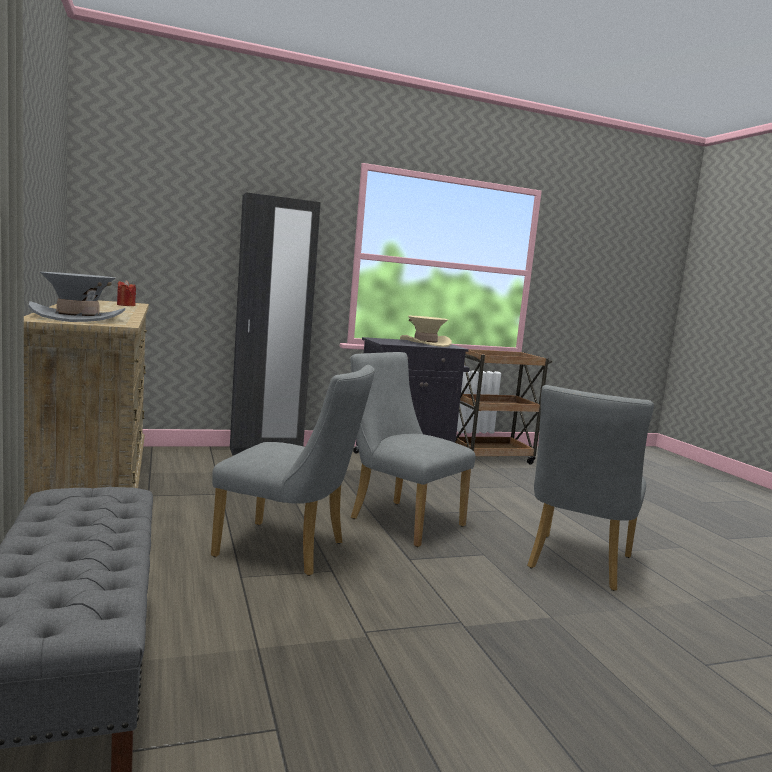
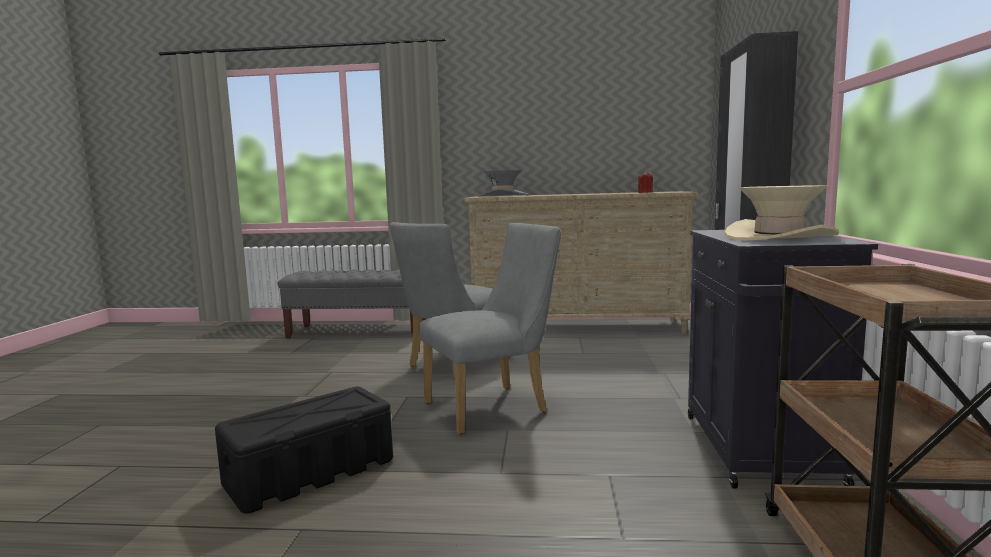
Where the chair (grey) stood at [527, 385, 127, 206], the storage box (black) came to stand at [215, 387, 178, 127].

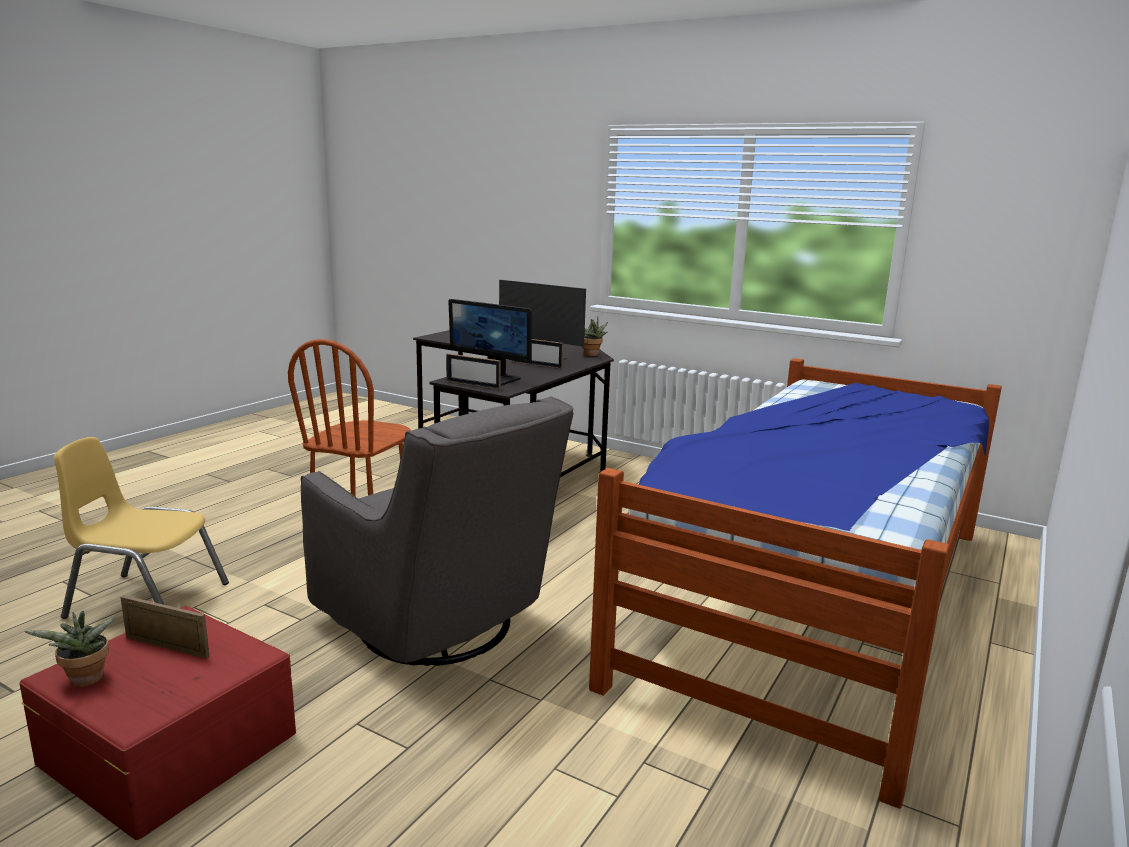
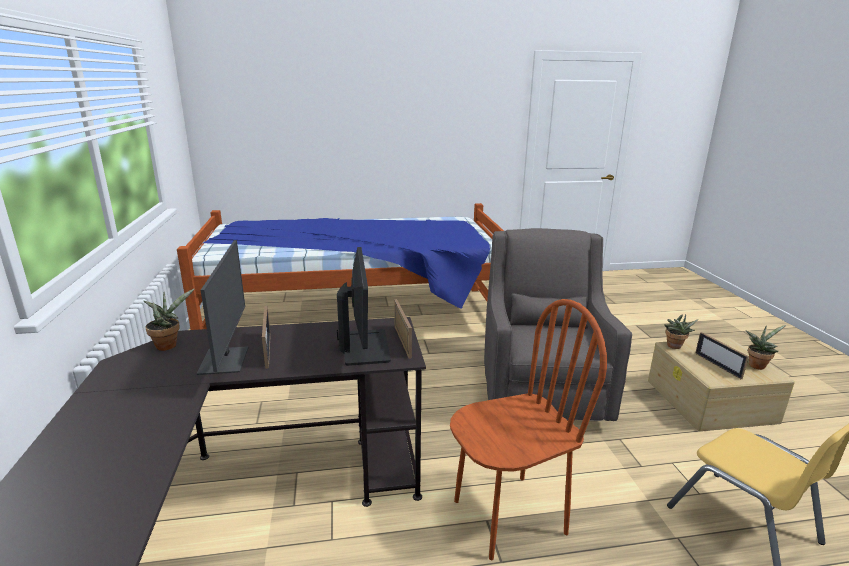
What was the storage box (red) at [19, 606, 277, 234] turned into the storage box (beige) at [648, 338, 147, 93]. The second view gained the potted plant at [664, 314, 34, 35].

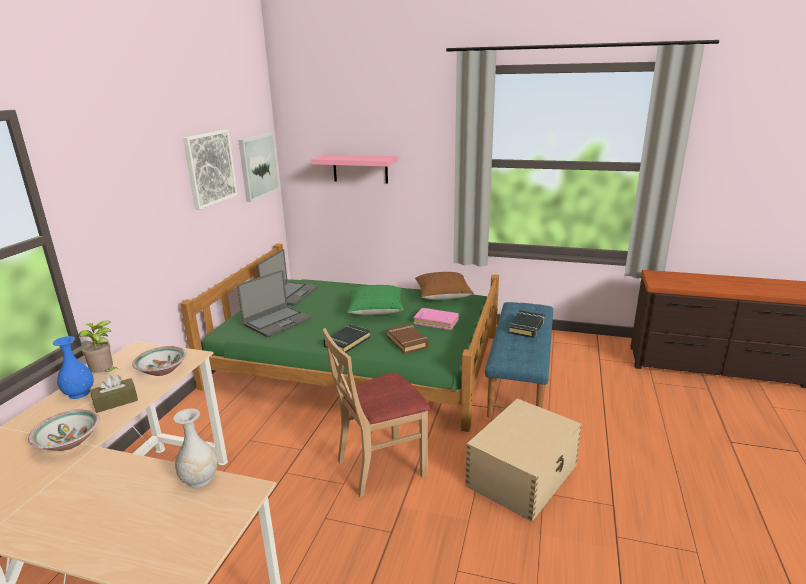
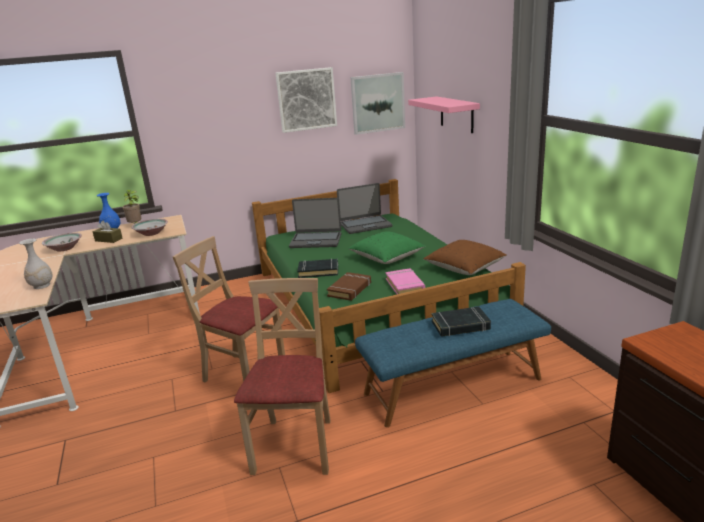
Where the storage box (beige) stood at [465, 399, 117, 123], the chair (beige) came to stand at [234, 278, 97, 197].

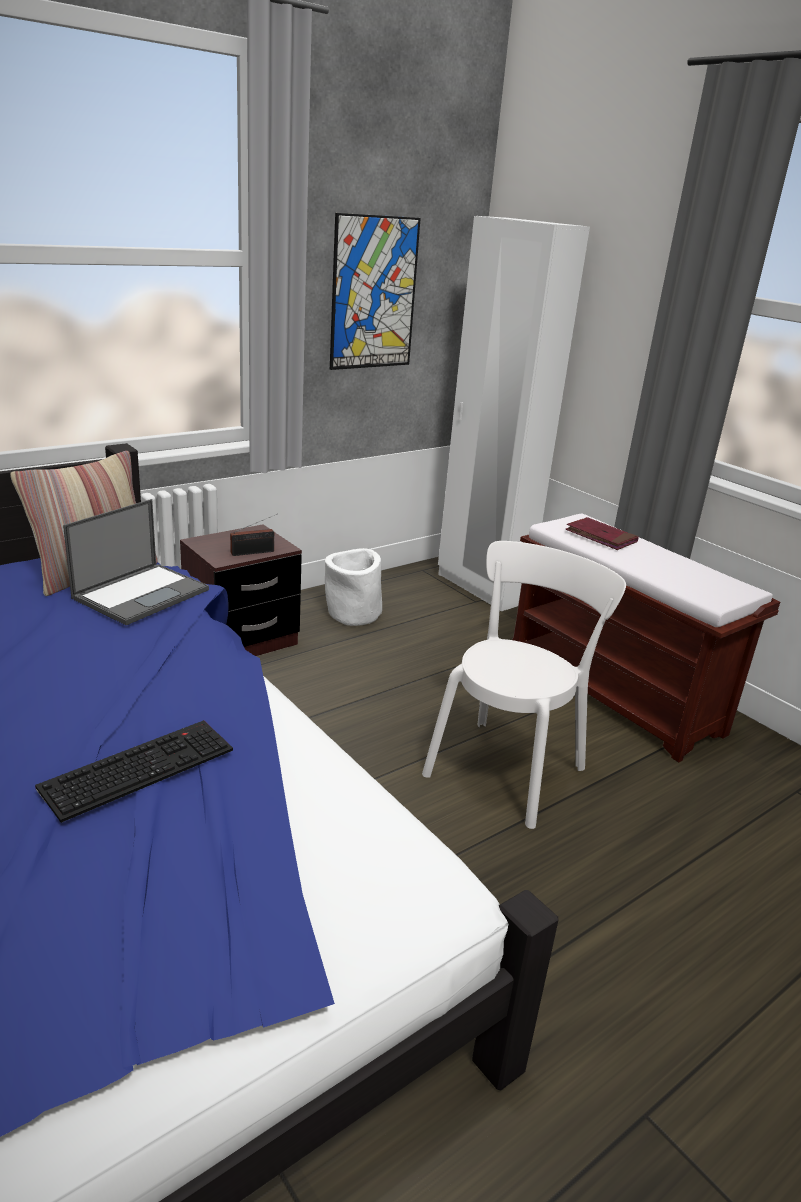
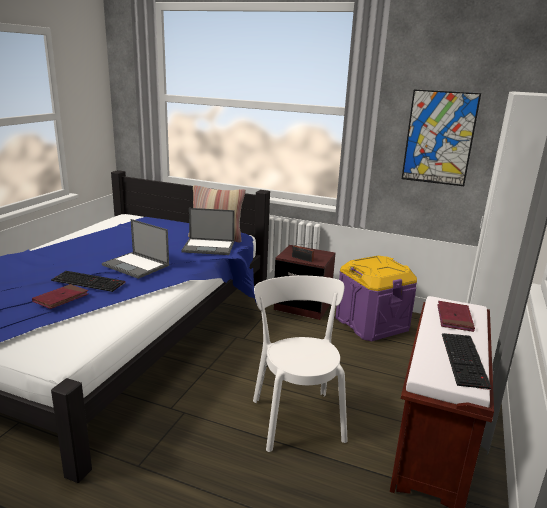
The chair (white) at [422, 541, 204, 288] ended up facing another way, 105 degrees counterclockwise from before. Where the planter (white) stood at [325, 548, 57, 78], the storage box (purple) came to stand at [336, 256, 81, 85]. The second view gained the laptop at [102, 219, 67, 60]. The second view gained the book (red) at [32, 284, 56, 25]. The second view gained the keyboard at [442, 333, 50, 57].

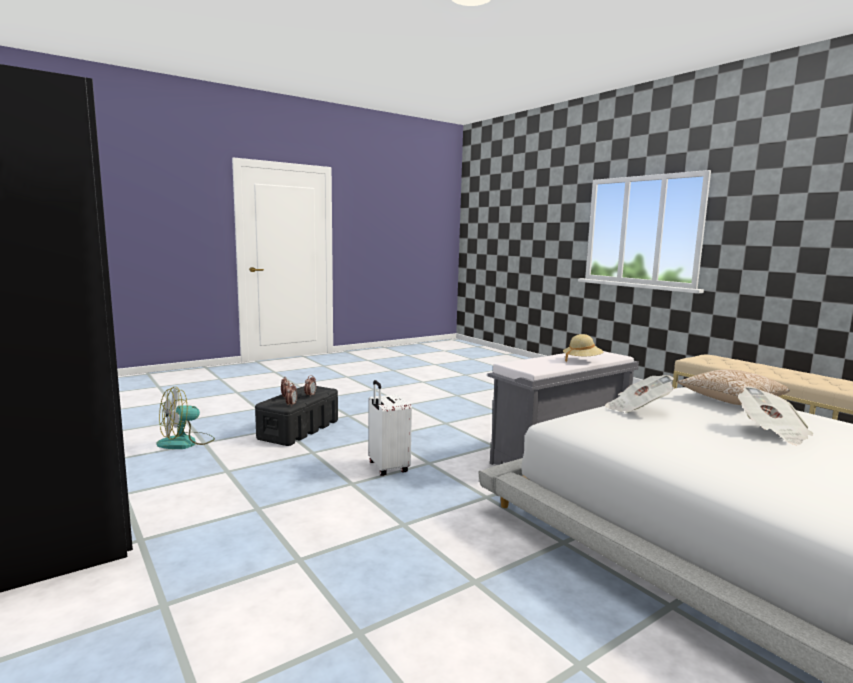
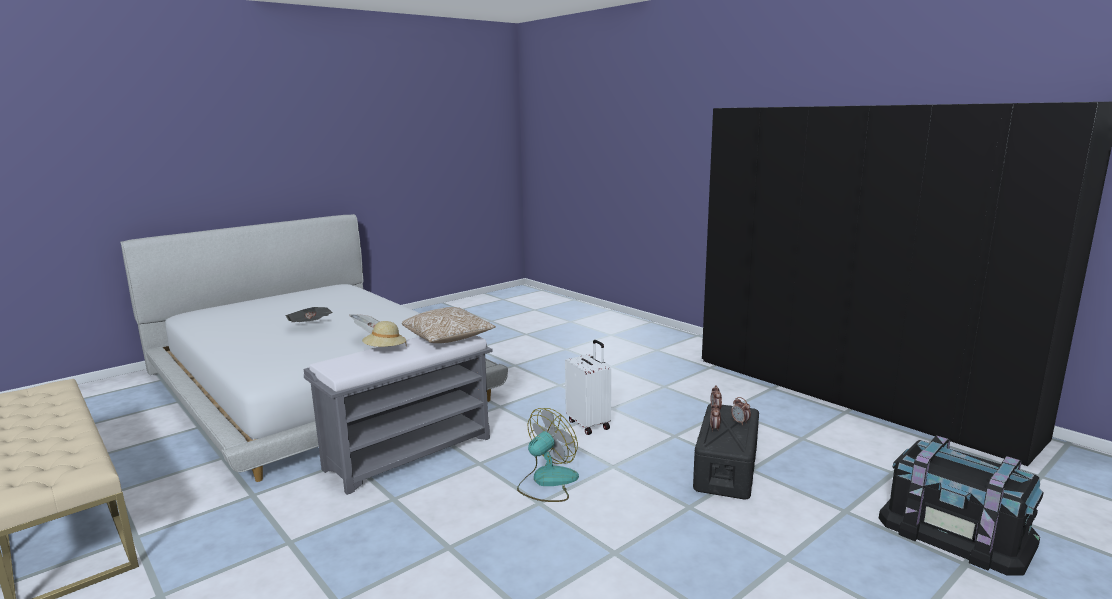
The pillow ended up elsewhere, having gone from [677, 369, 112, 36] to [402, 307, 94, 36]. The fan ended up elsewhere, having gone from [156, 387, 59, 62] to [517, 408, 62, 94]. The second view gained the storage box (black) at [879, 436, 164, 140].

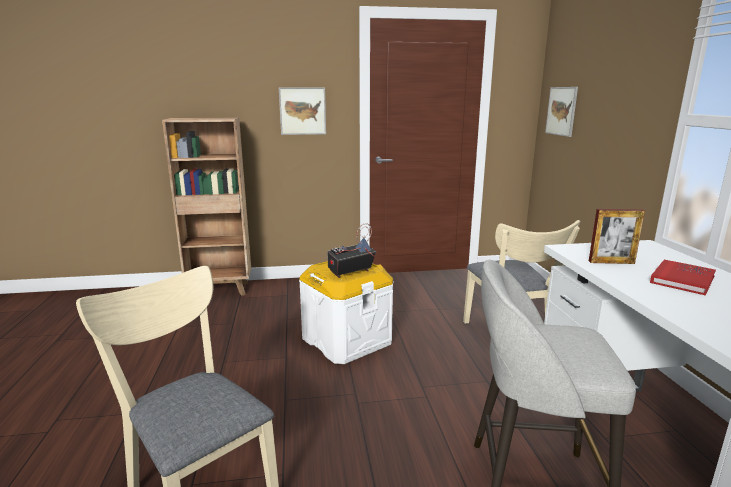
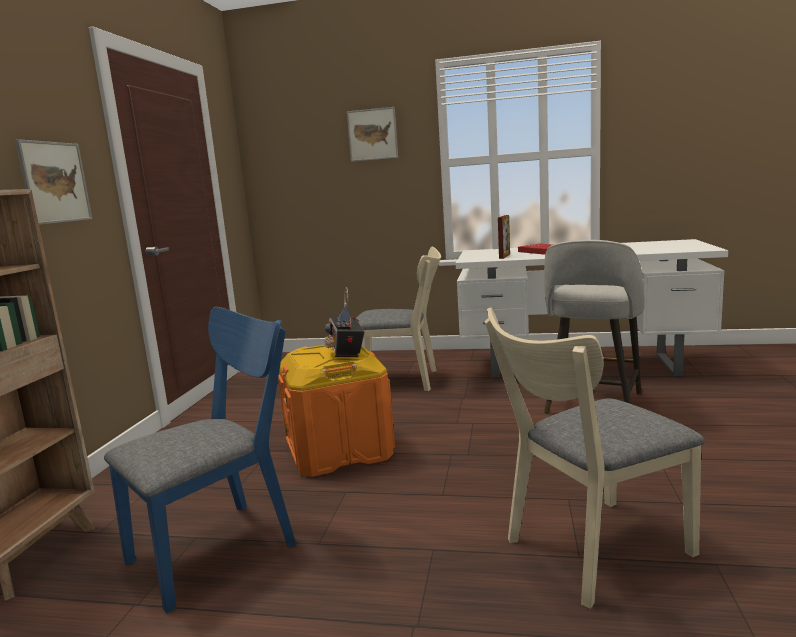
The picture ended up elsewhere, having gone from [545, 87, 33, 50] to [347, 107, 51, 55]. What was the storage box (white) at [299, 261, 95, 103] turned into the storage box (orange) at [278, 345, 117, 132]. The second view gained the chair (blue) at [104, 307, 192, 306].

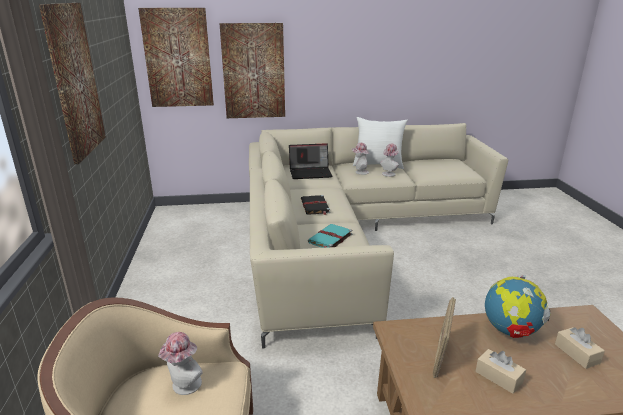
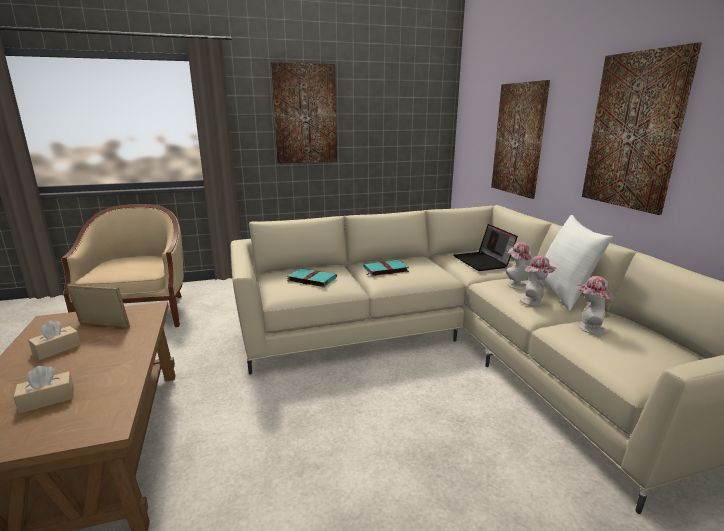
The picture ended up elsewhere, having gone from [138, 8, 76, 99] to [582, 42, 120, 173]. What was the book (black) at [301, 195, 29, 20] turned into the book (turquoise) at [363, 260, 46, 16]. The second view lost the globe at [485, 275, 66, 63]. The hat ended up elsewhere, having gone from [158, 332, 44, 63] to [577, 276, 36, 59].

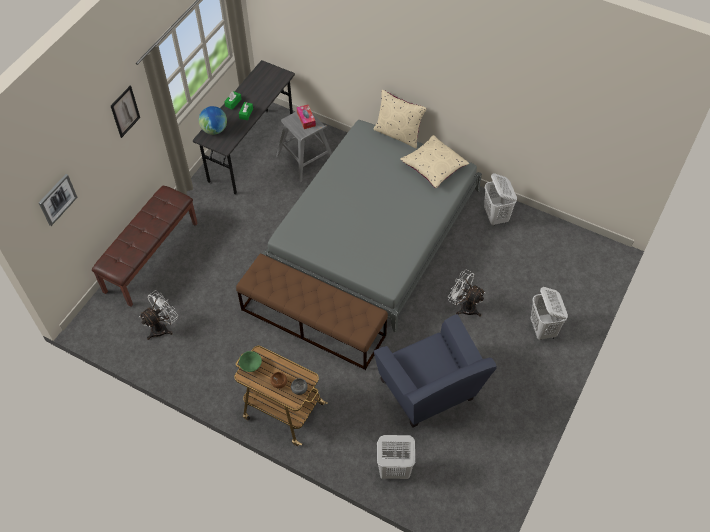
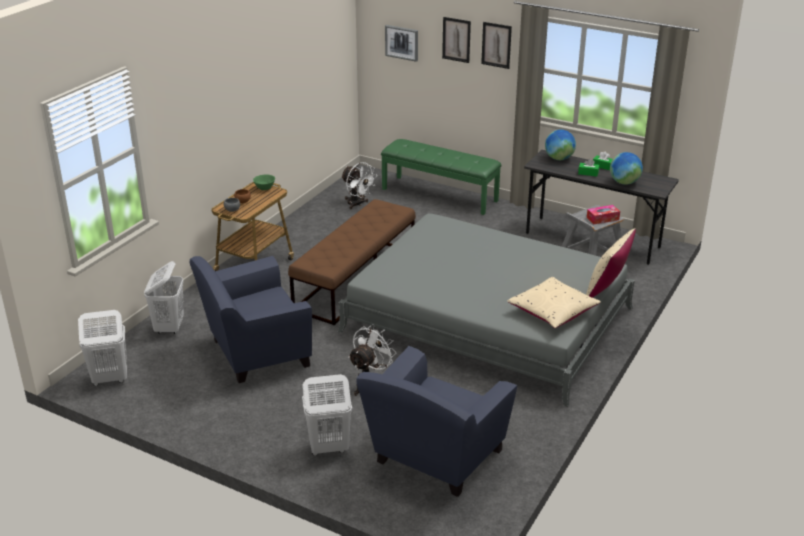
The laundry basket (white) ended up elsewhere, having gone from [484, 173, 33, 53] to [78, 310, 49, 76]. What was the bench (brown) at [92, 186, 106, 121] turned into the bench (green) at [381, 139, 121, 76]. The second view gained the picture at [442, 17, 29, 46]. The second view gained the globe at [610, 152, 33, 33]. The second view gained the armchair (blue) at [356, 346, 161, 151].

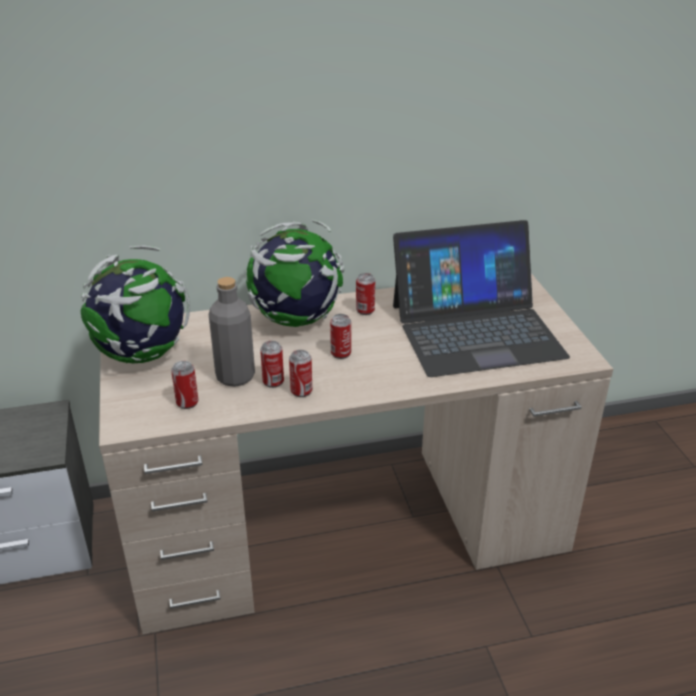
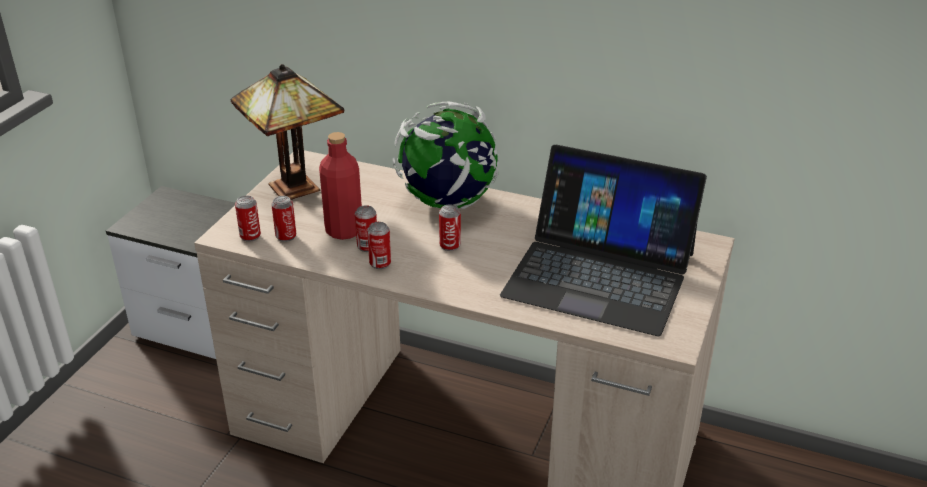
Where the globe stood at [81, 246, 109, 117], the table lamp came to stand at [231, 64, 113, 136]. The can ended up elsewhere, having gone from [356, 273, 19, 42] to [235, 195, 26, 47]. What was the bottle (grey) at [208, 277, 47, 110] turned into the bottle (red) at [319, 132, 43, 108].

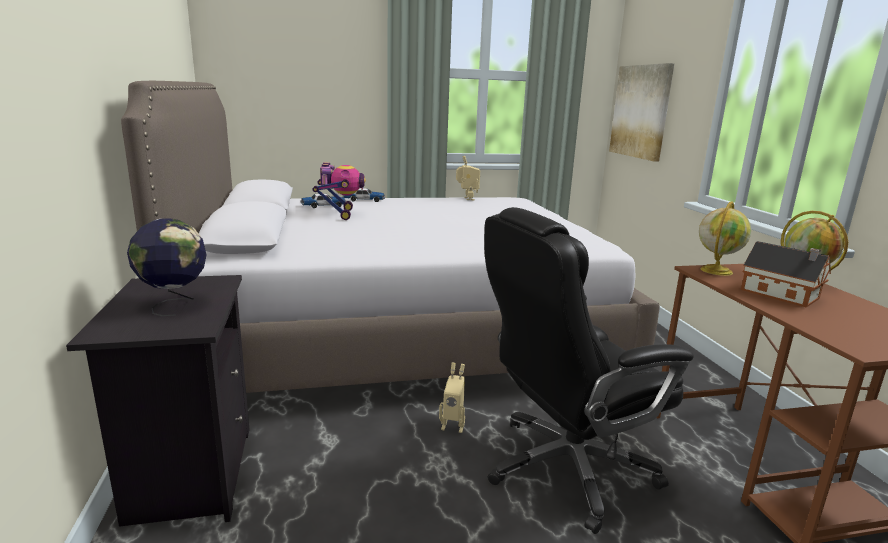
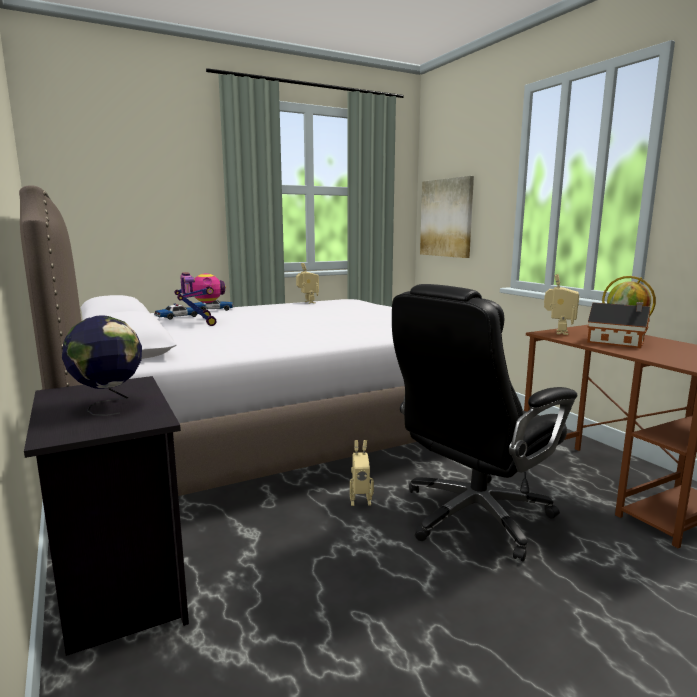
Where the globe stood at [699, 201, 52, 75], the toy robot came to stand at [544, 274, 35, 61].

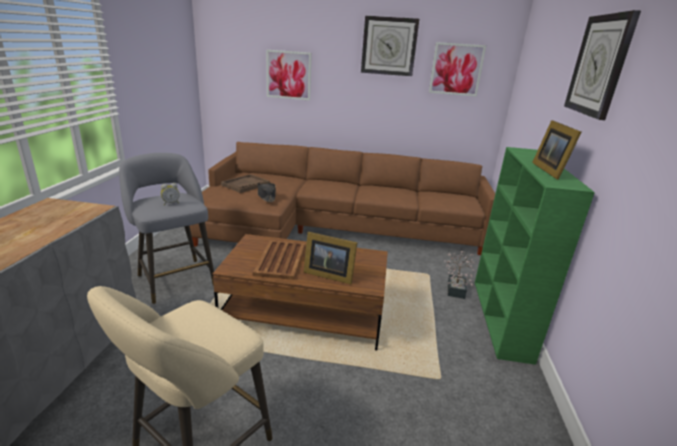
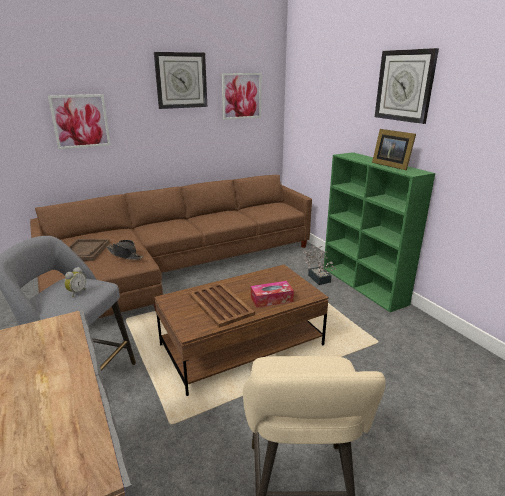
Where the picture frame stood at [304, 232, 54, 52], the tissue box came to stand at [251, 281, 43, 27].

